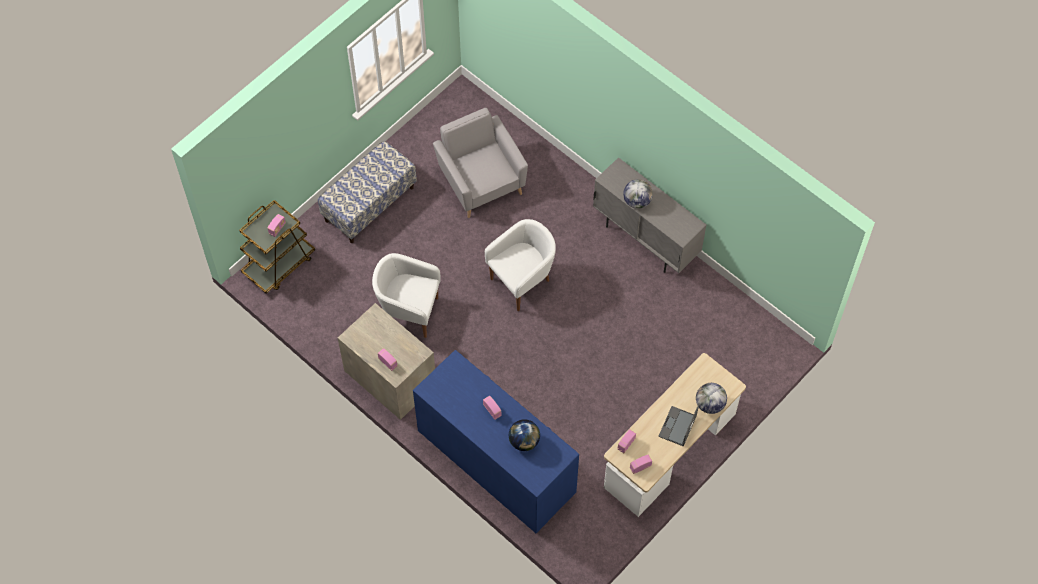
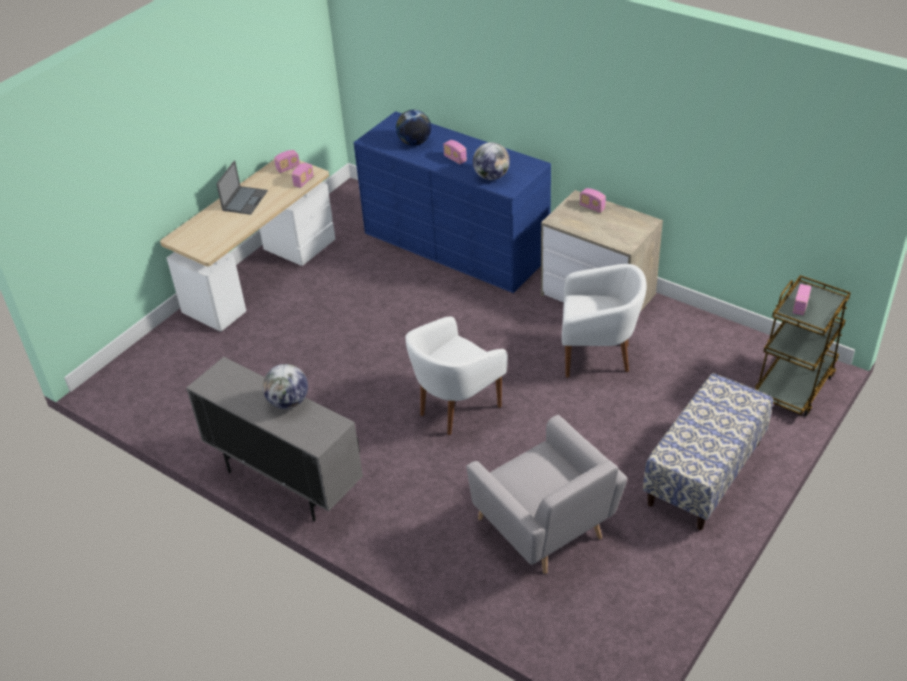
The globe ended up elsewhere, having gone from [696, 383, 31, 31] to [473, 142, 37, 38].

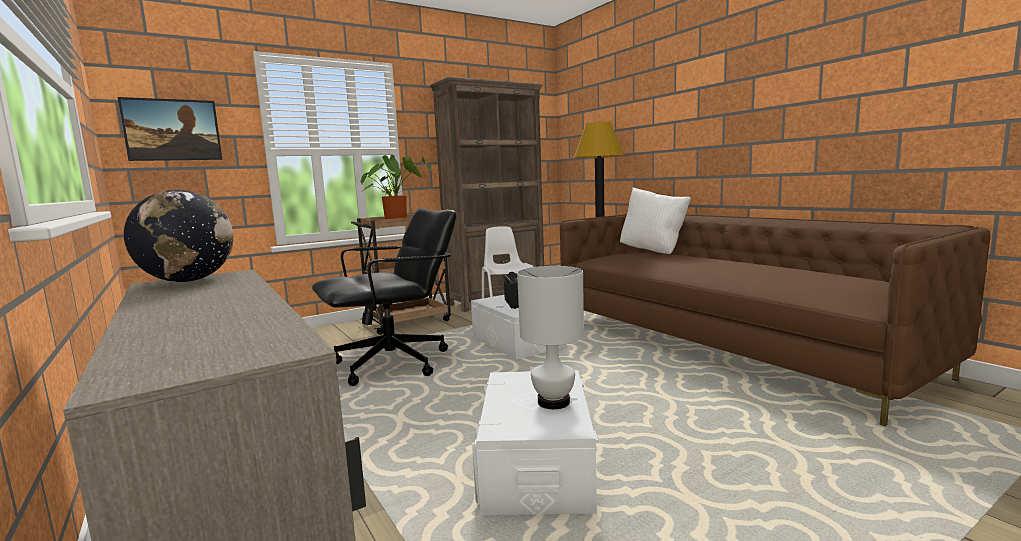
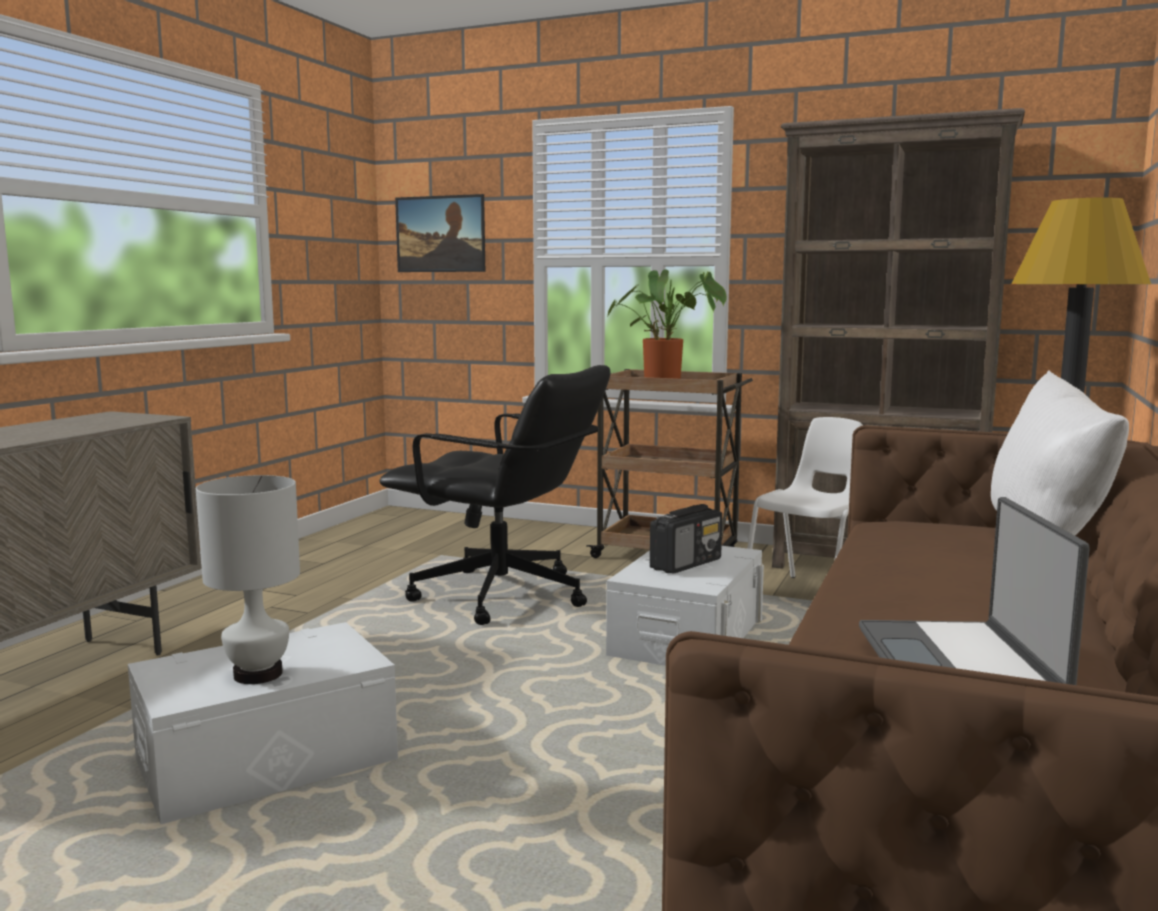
The second view lost the globe at [124, 190, 110, 92]. The second view gained the laptop at [859, 497, 231, 188].

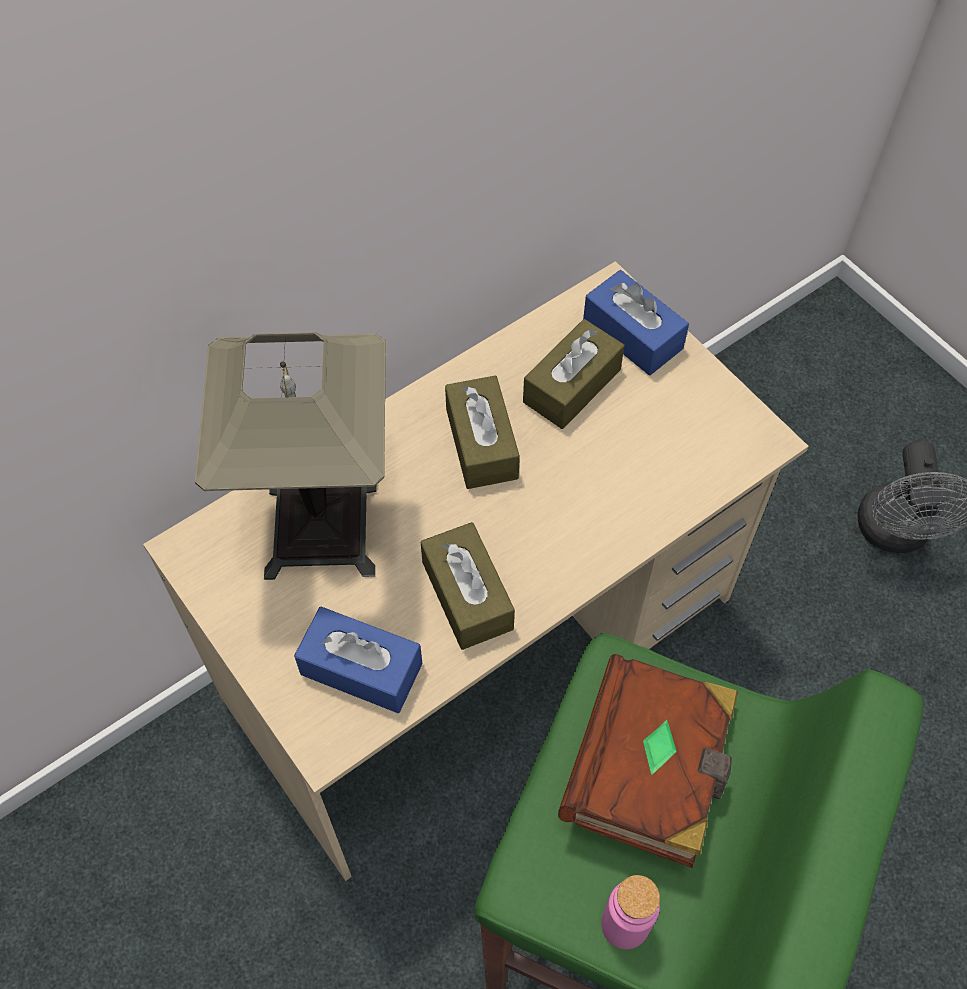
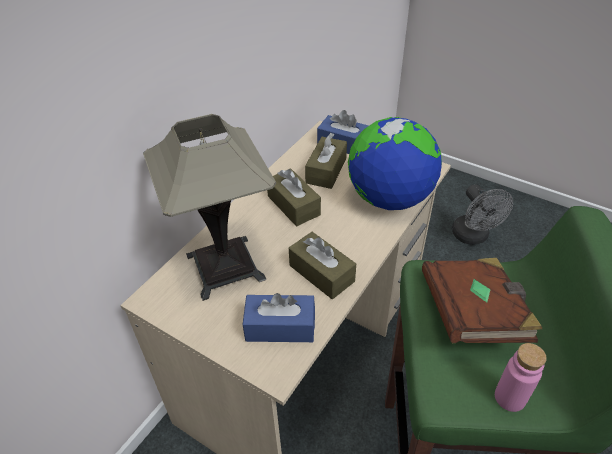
The second view gained the globe at [348, 117, 94, 93].

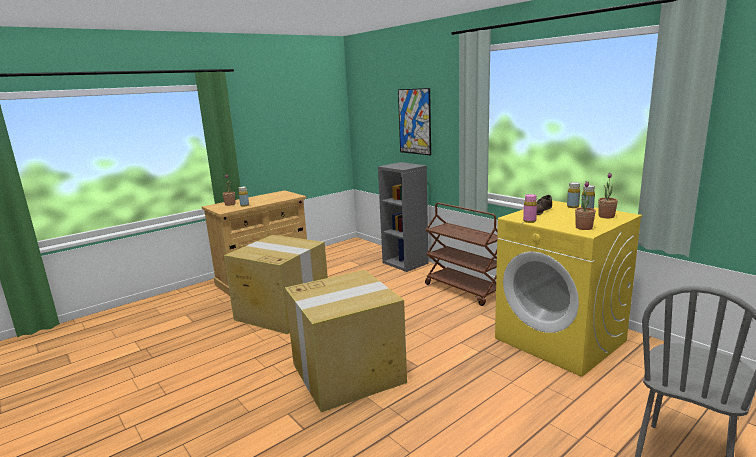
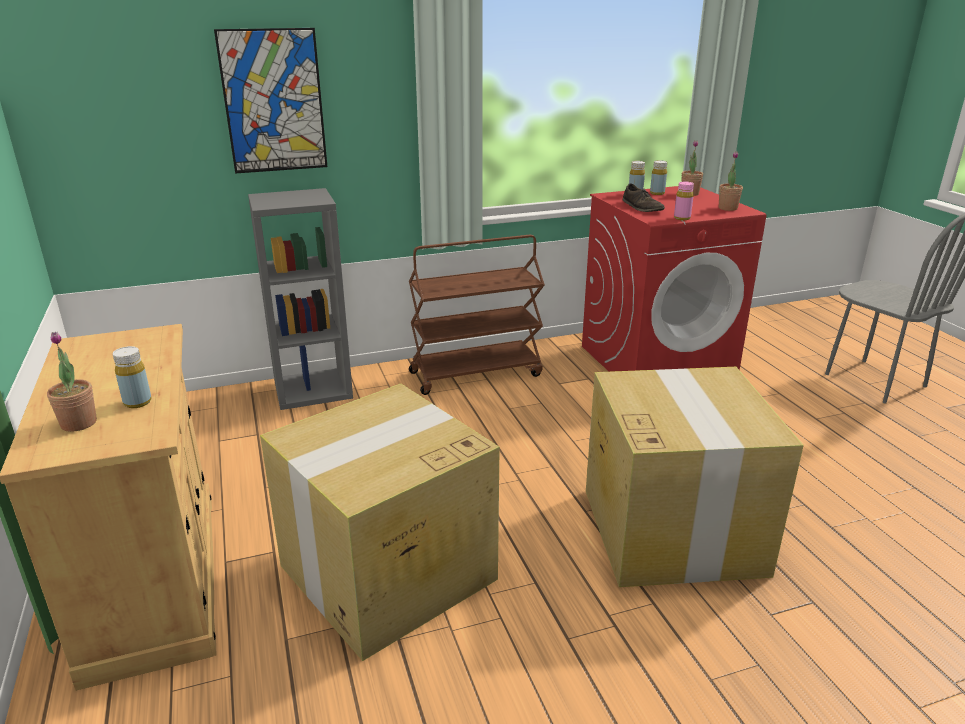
What was the washing machine (yellow) at [495, 200, 147, 177] turned into the washing machine (red) at [582, 186, 184, 186].

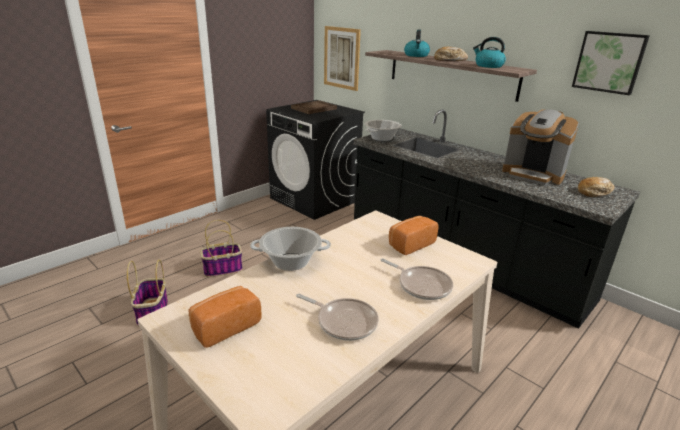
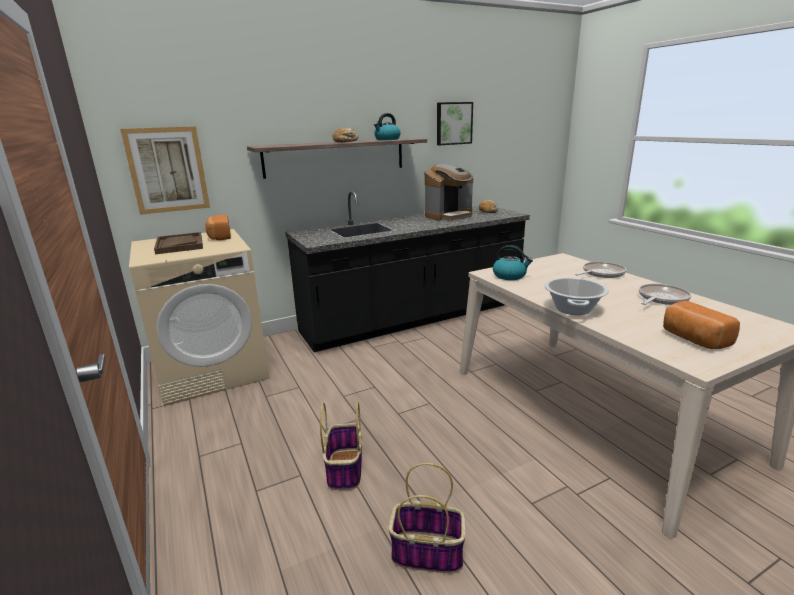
The kettle ended up elsewhere, having gone from [404, 30, 26, 27] to [493, 245, 40, 35]. What was the washing machine (black) at [266, 100, 99, 120] turned into the washing machine (beige) at [129, 229, 141, 177]. The second view lost the cooking pot at [365, 120, 37, 21]. The bread ended up elsewhere, having gone from [389, 216, 50, 39] to [205, 215, 26, 25].

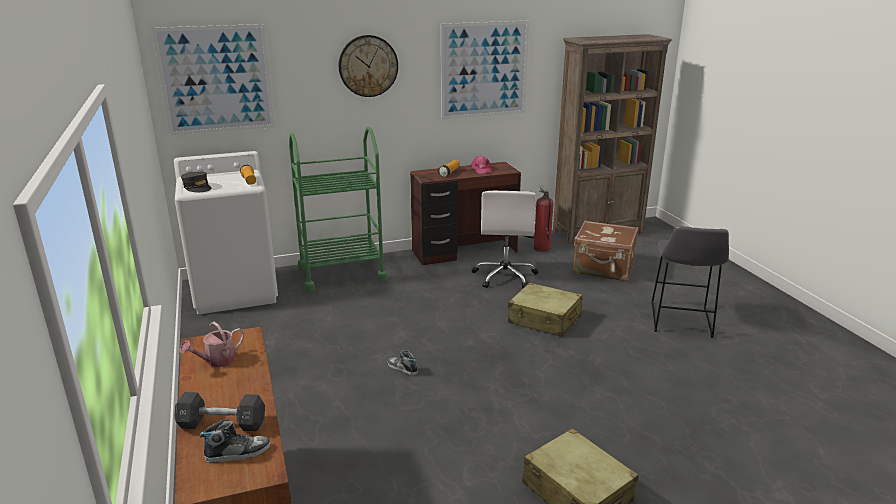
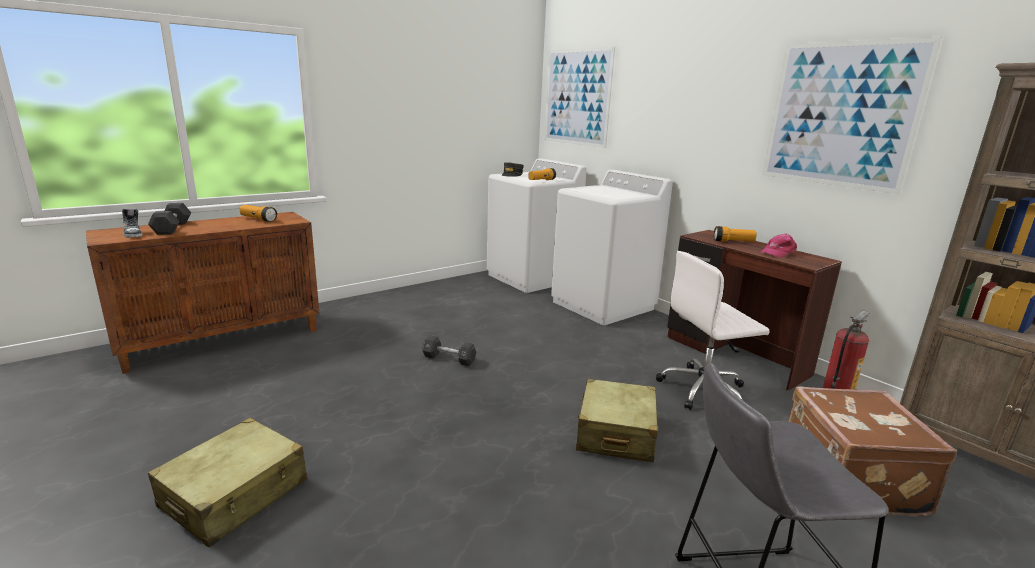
The second view lost the wall clock at [339, 35, 59, 62]. Where the cart (green) stood at [289, 127, 98, 165], the washing machine (white) came to stand at [551, 170, 122, 155]. Where the watering can stood at [180, 322, 64, 45], the flashlight came to stand at [240, 205, 37, 17]. Where the shoe stood at [387, 350, 31, 26], the dumbbell (black) came to stand at [422, 335, 54, 31].

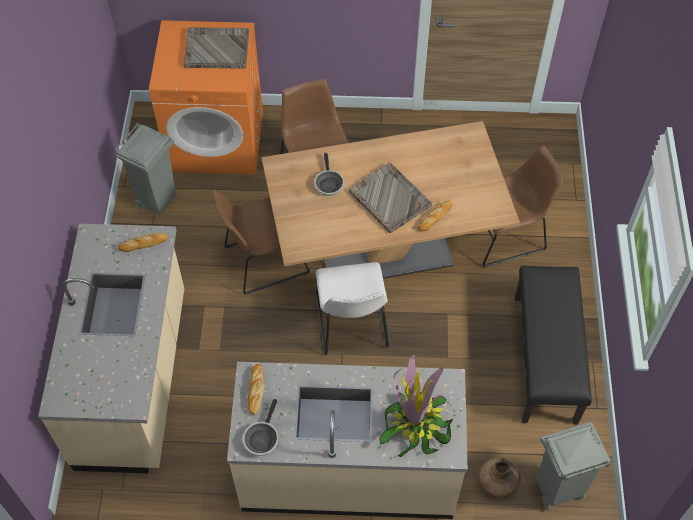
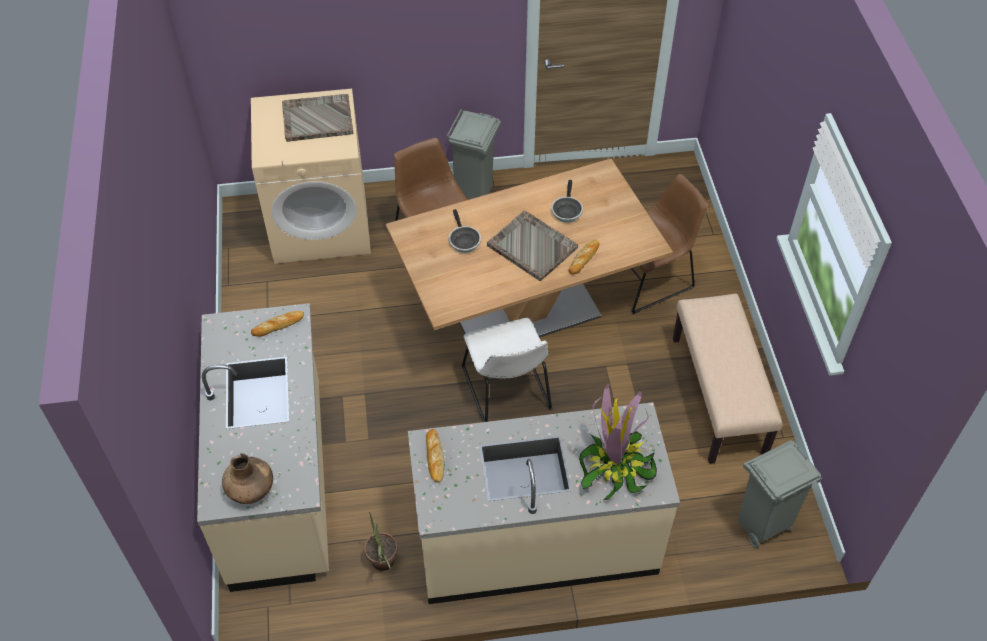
What was the washing machine (orange) at [149, 20, 114, 154] turned into the washing machine (beige) at [251, 89, 120, 175]. The trash can (grey) ended up elsewhere, having gone from [114, 123, 62, 92] to [446, 109, 55, 91]. The second view lost the chair (brown) at [214, 190, 96, 105]. What was the bench (black) at [515, 266, 77, 159] turned into the bench (beige) at [673, 294, 109, 170]. The frying pan ended up elsewhere, having gone from [243, 399, 36, 57] to [551, 180, 32, 42]. The vase (brown) ended up elsewhere, having gone from [479, 458, 42, 40] to [222, 453, 51, 51]. The second view gained the potted plant at [364, 512, 34, 59].

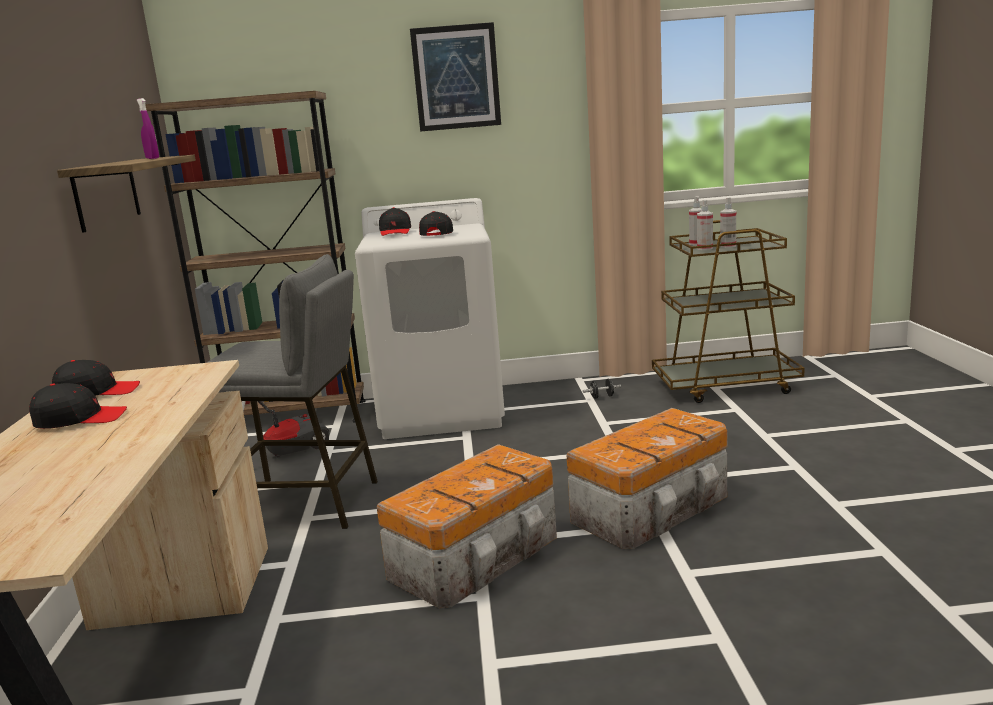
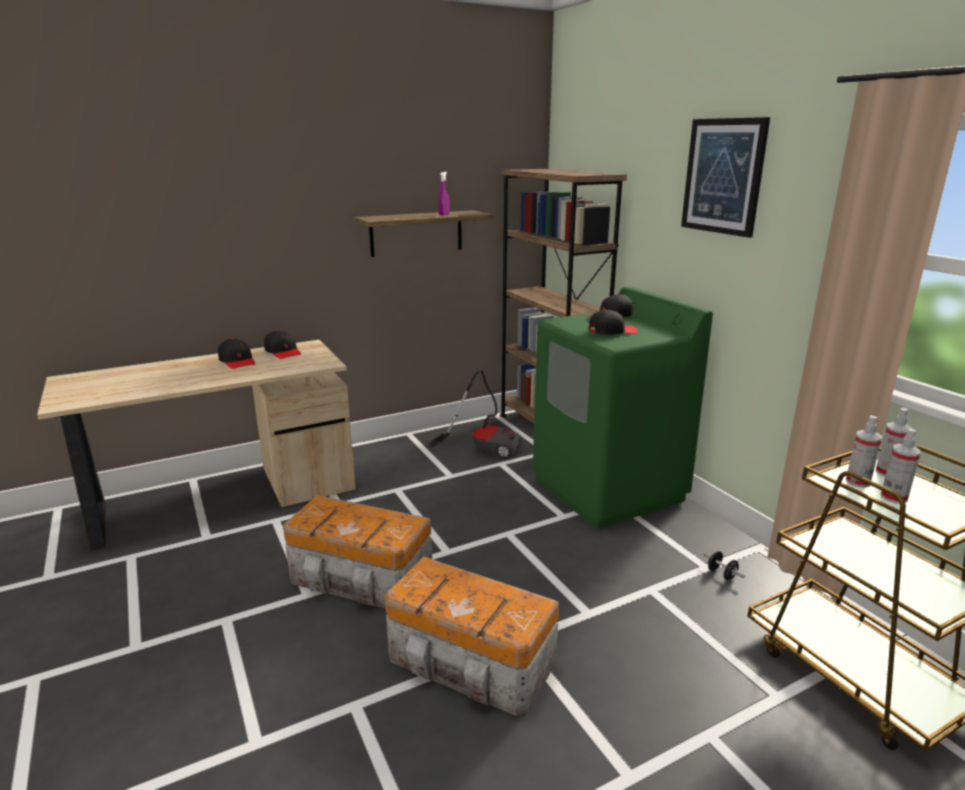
What was the washing machine (white) at [355, 198, 150, 241] turned into the washing machine (green) at [533, 286, 180, 243]. The second view lost the stool (grey) at [207, 254, 171, 275].

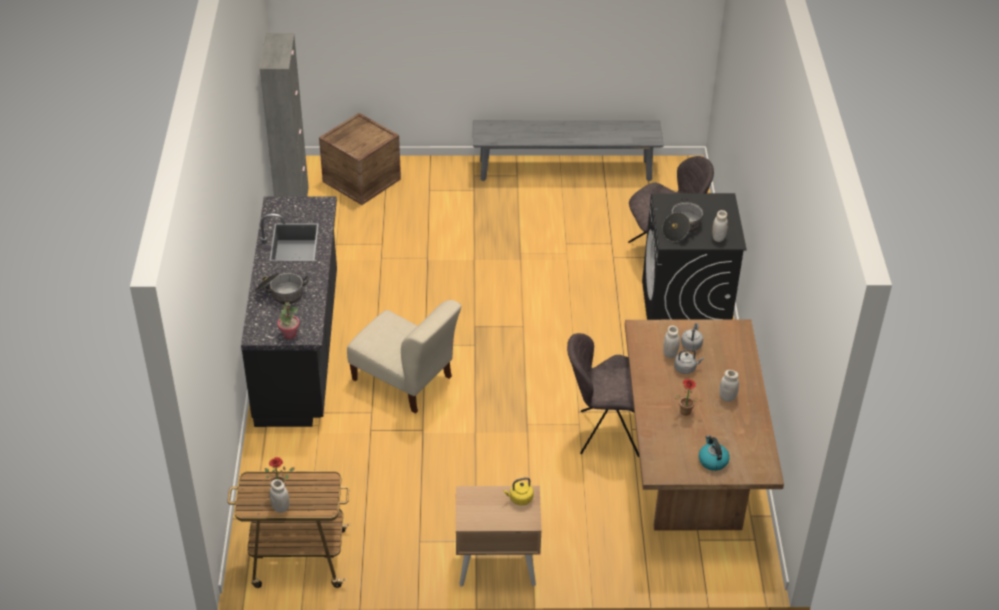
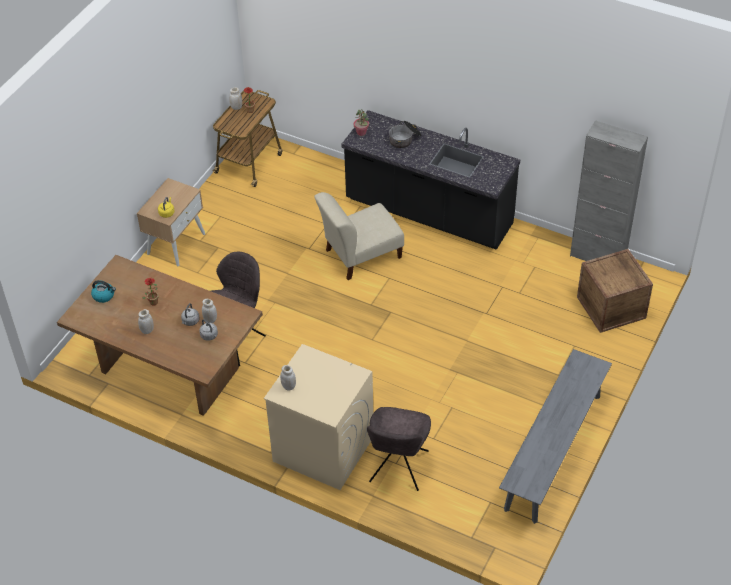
What was the washing machine (black) at [642, 193, 105, 127] turned into the washing machine (beige) at [264, 344, 109, 146]. The second view lost the cooking pot at [662, 198, 41, 44].

